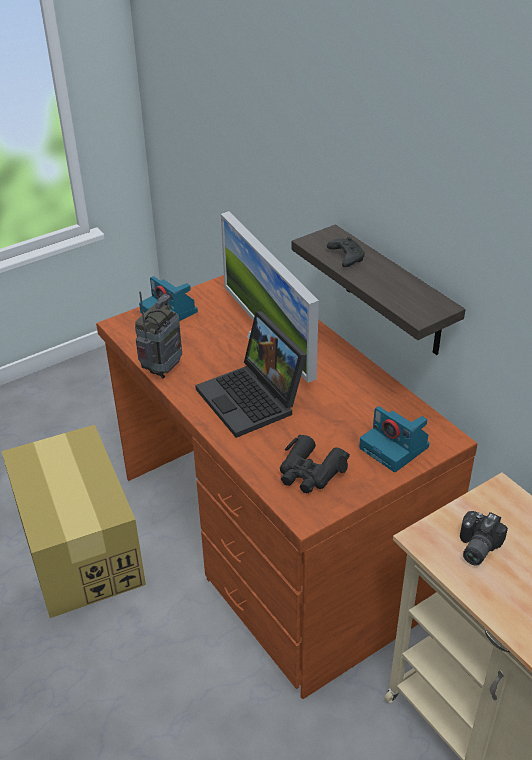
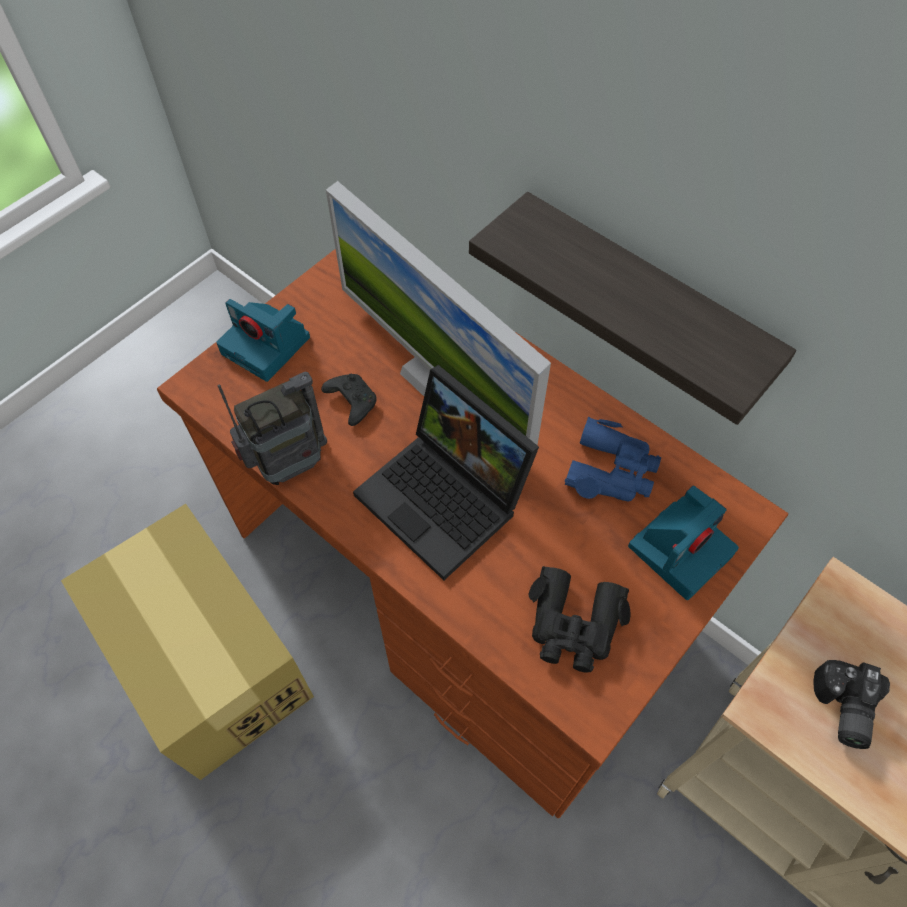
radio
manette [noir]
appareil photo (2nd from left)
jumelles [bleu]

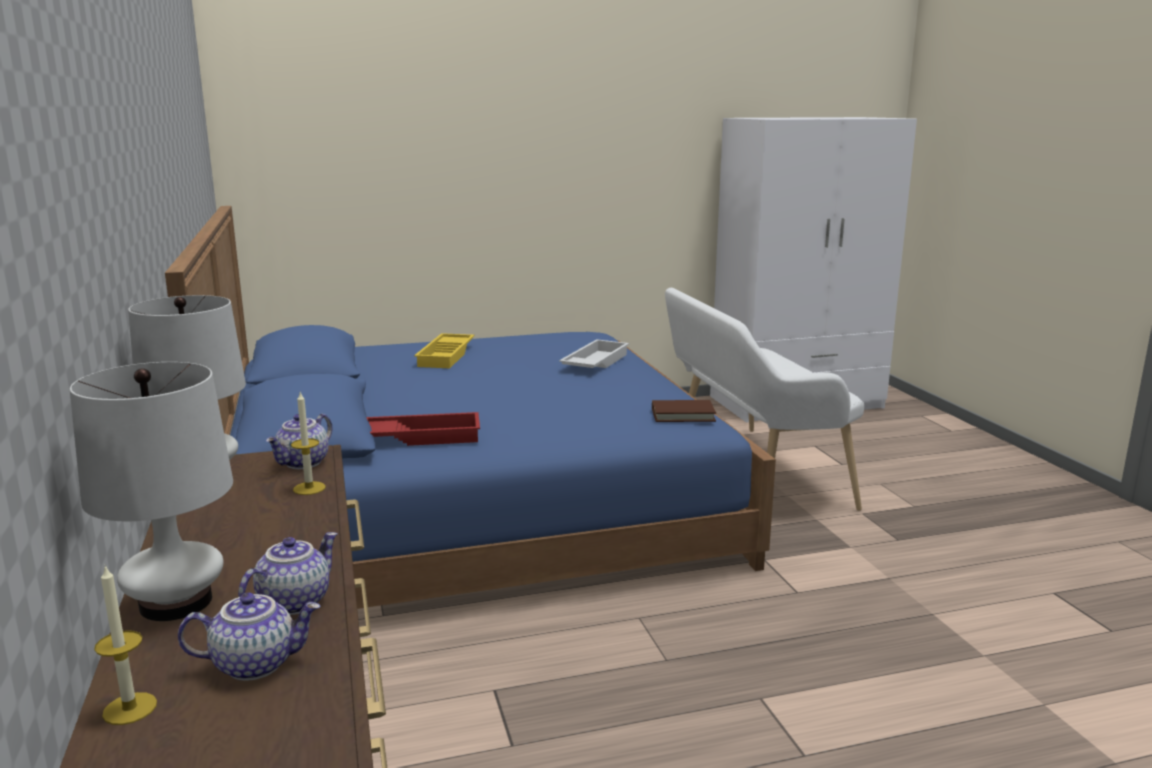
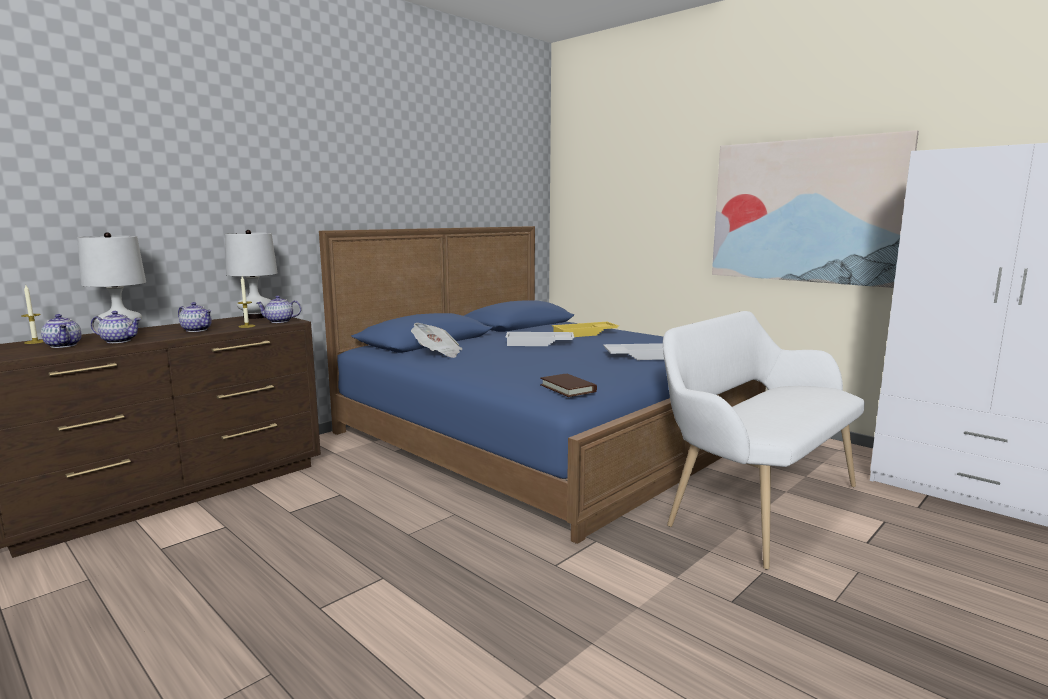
journal
théière (3rd from left)
plateau [blanc] (1st from left)
tableau

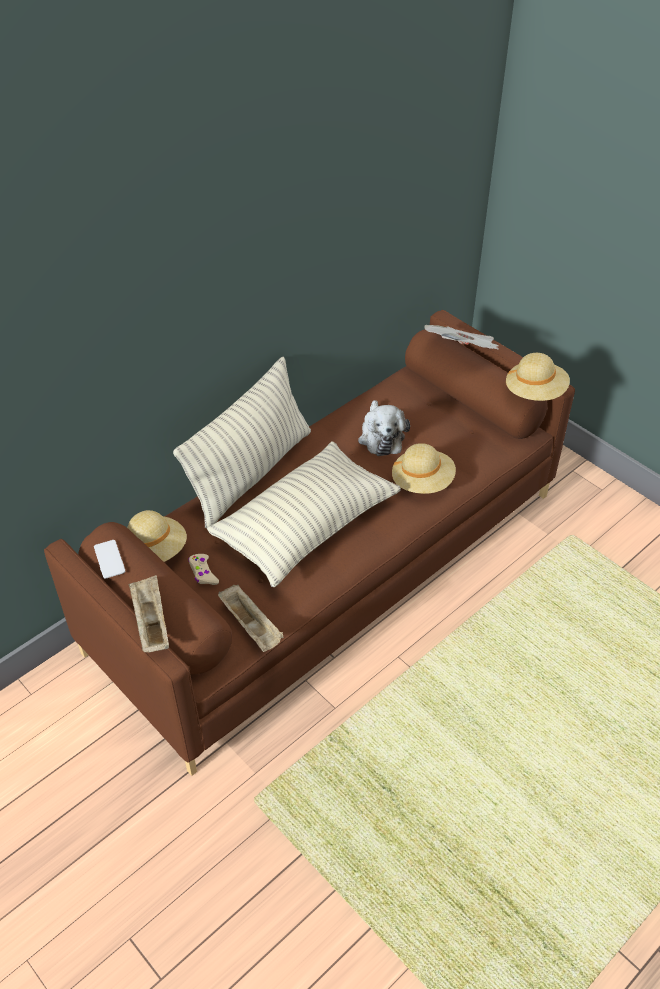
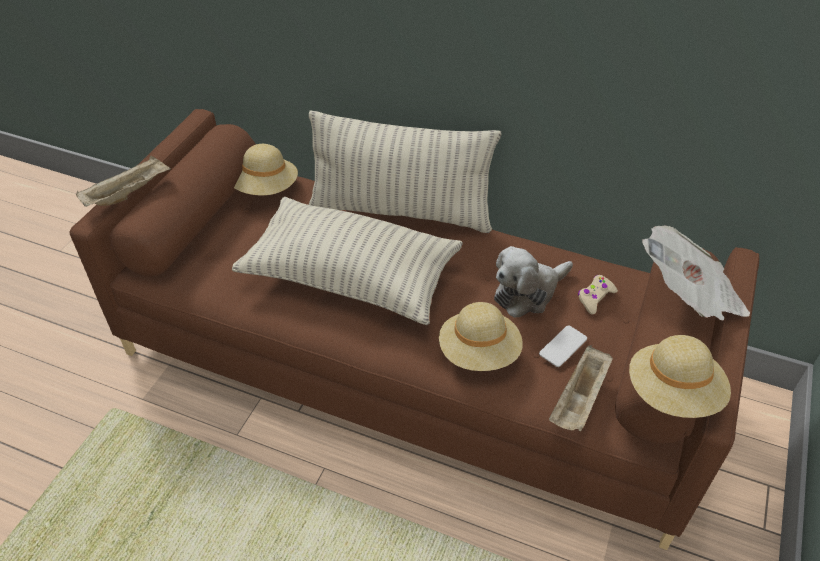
téléphone
manette [beige]
plateau [beige] (2nd from left)

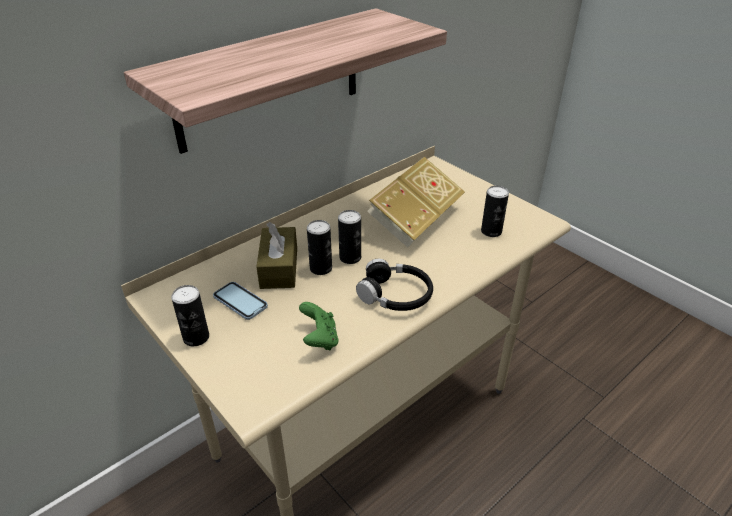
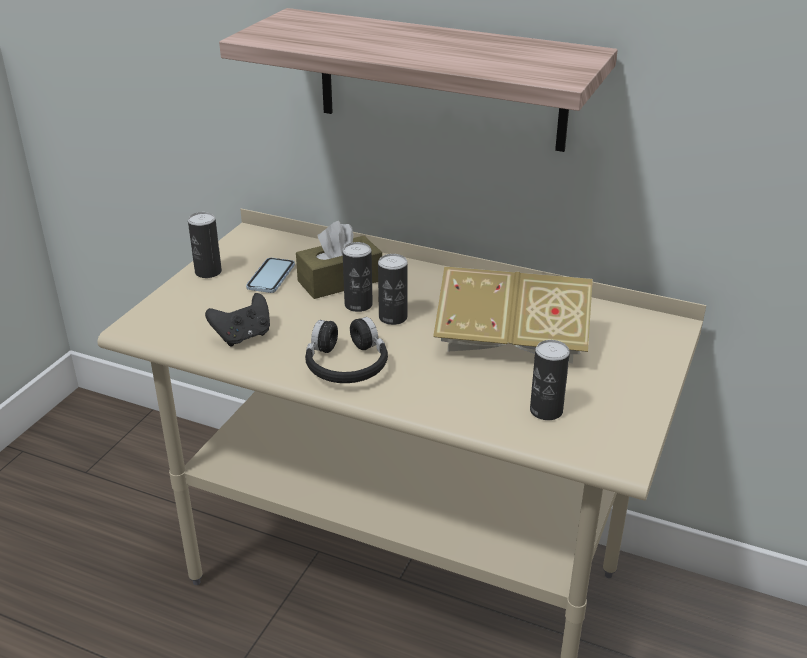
manette [noir]

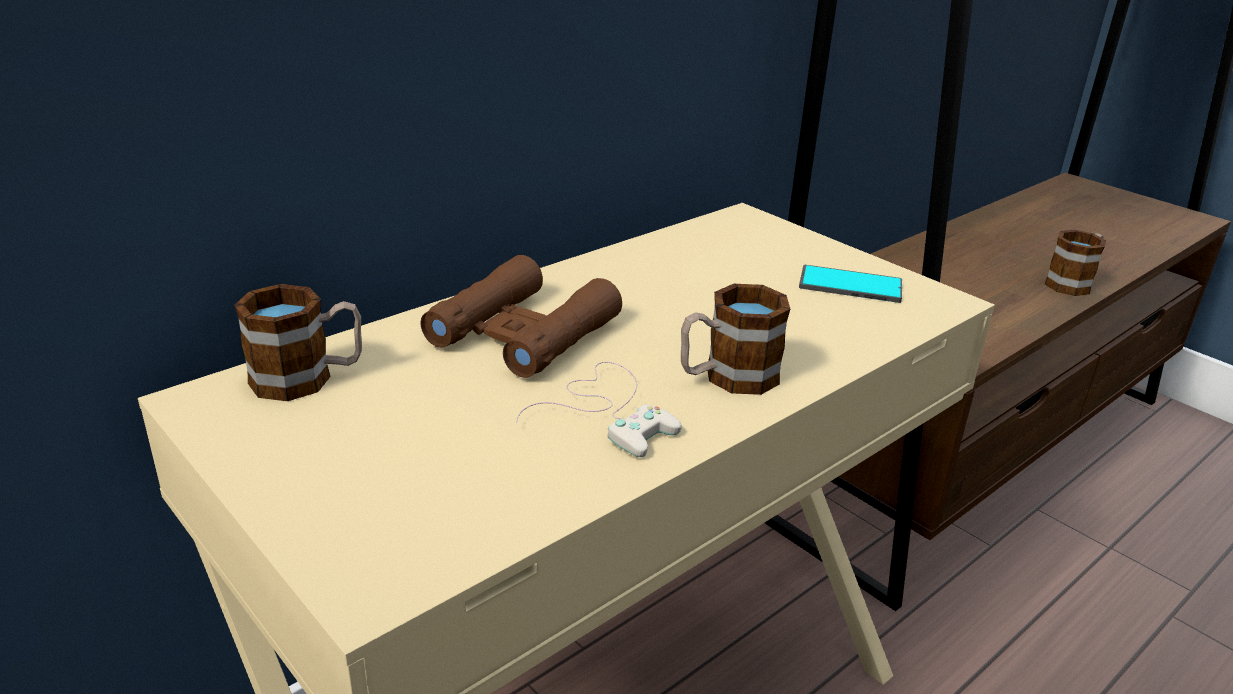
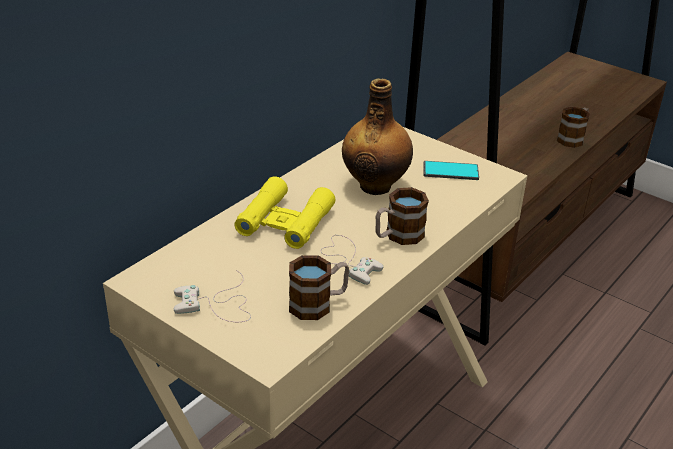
mug (1st from left)
jumelles [jaune]
manette [blanc] (1st from left)
bouteille

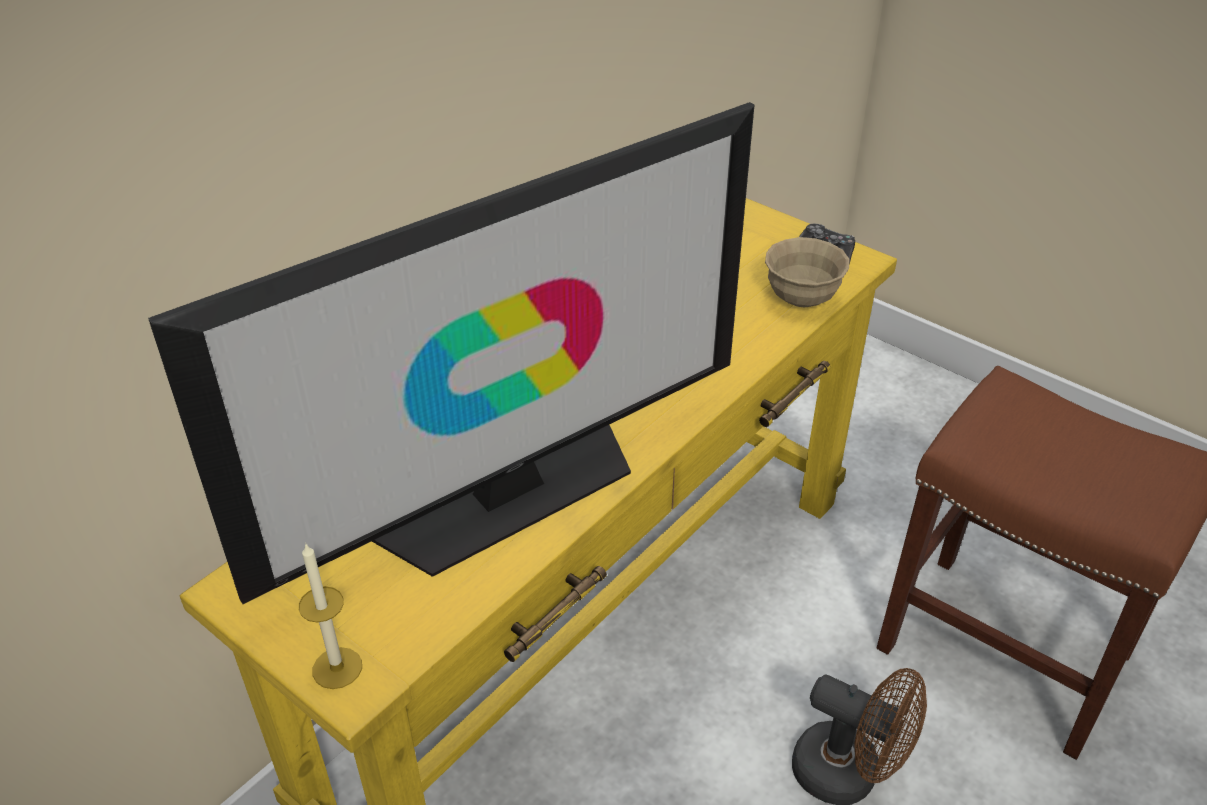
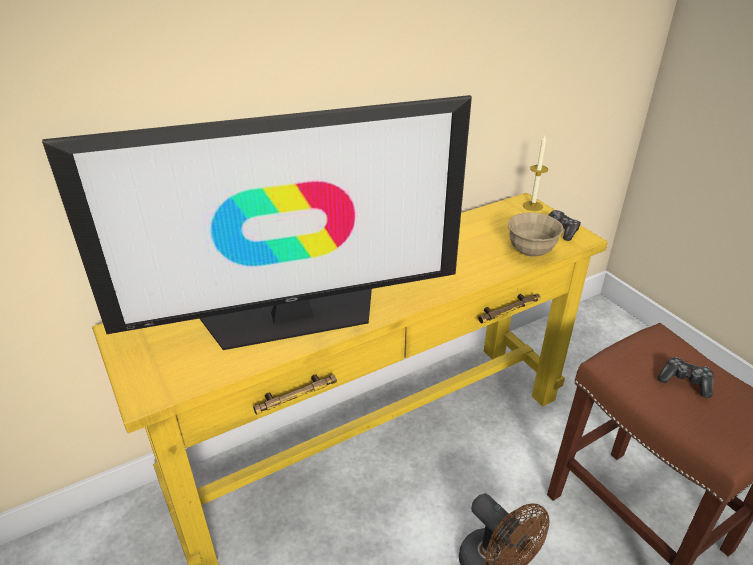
bougie
manette (2nd from left)

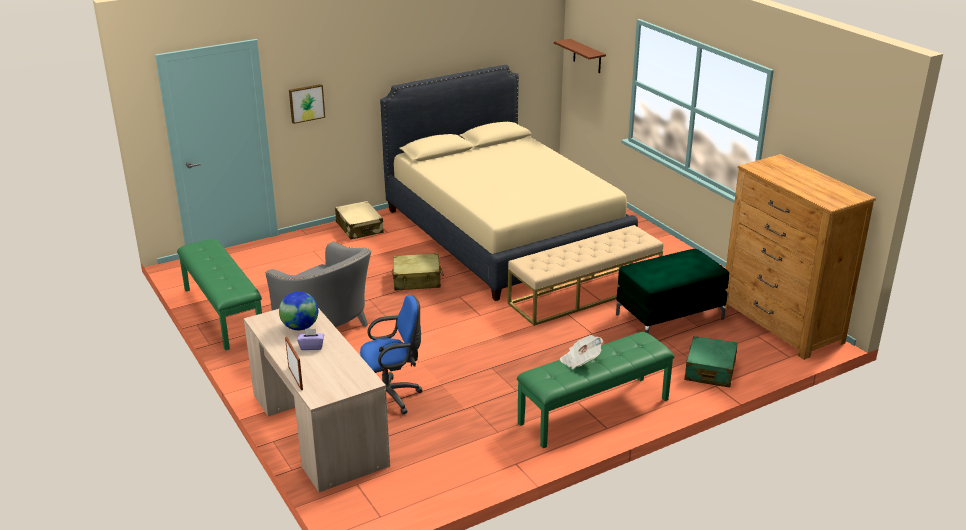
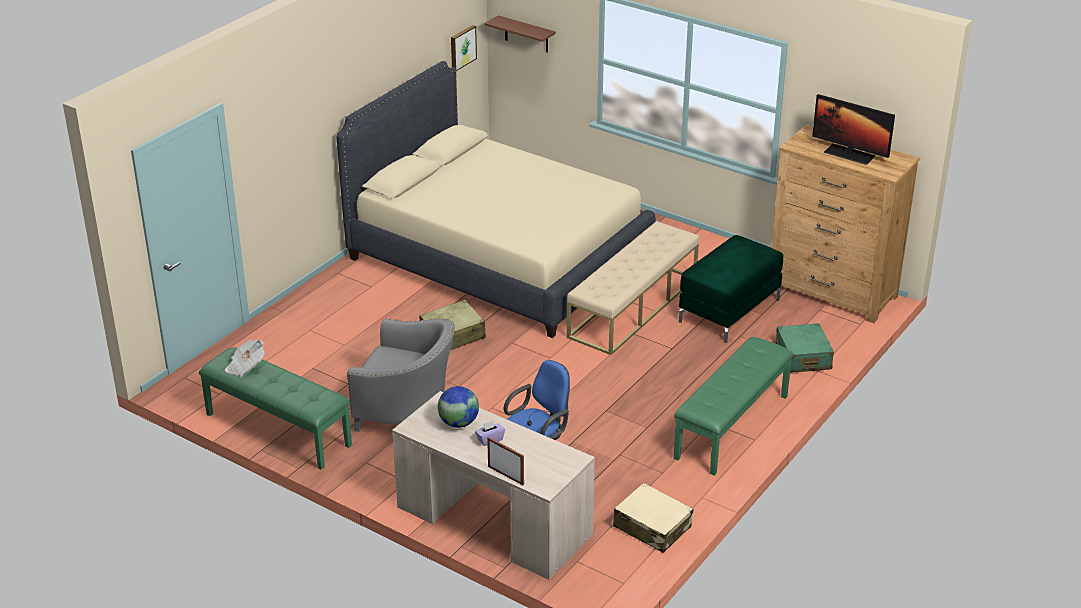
tableau
valise [beige] (2nd from left)
journal
écran d'ordinateur

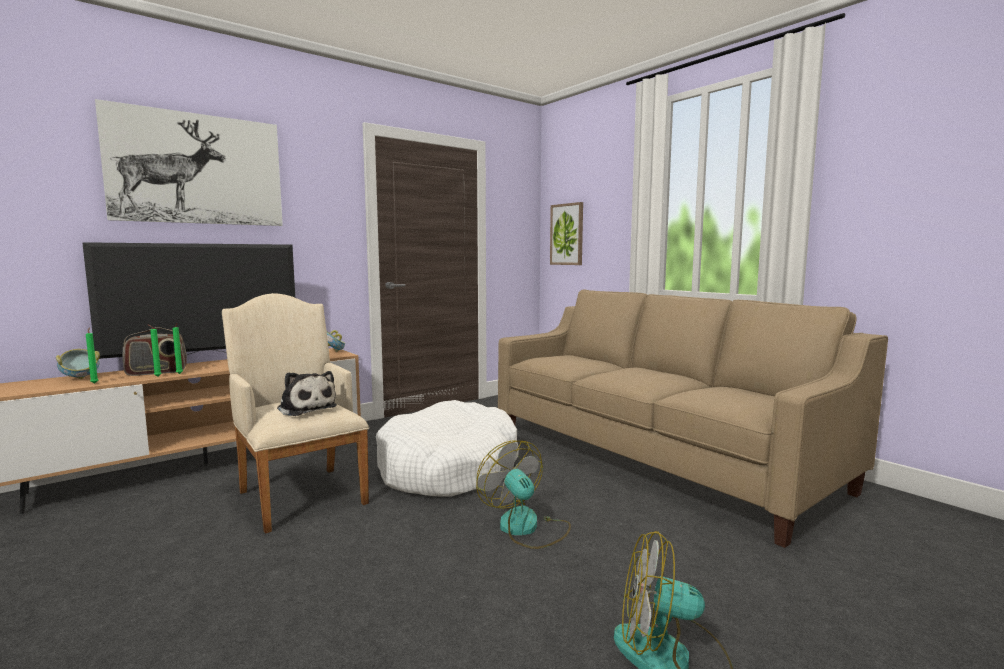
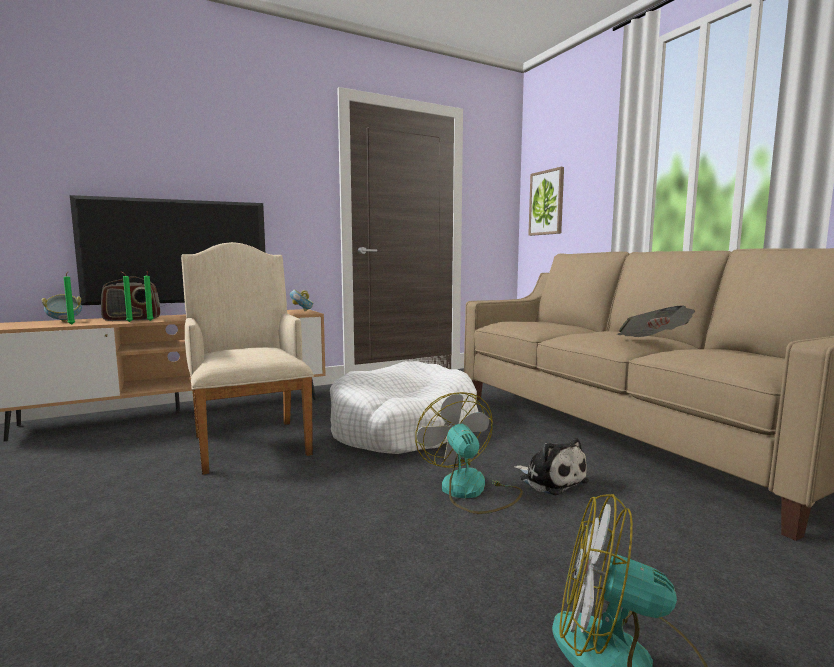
tableau (1st from left in the first image)
peluche
journal

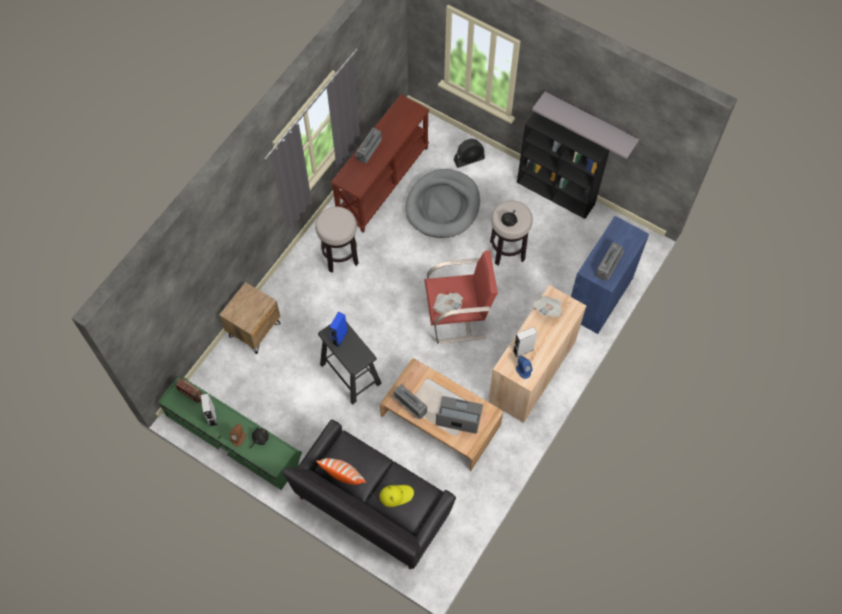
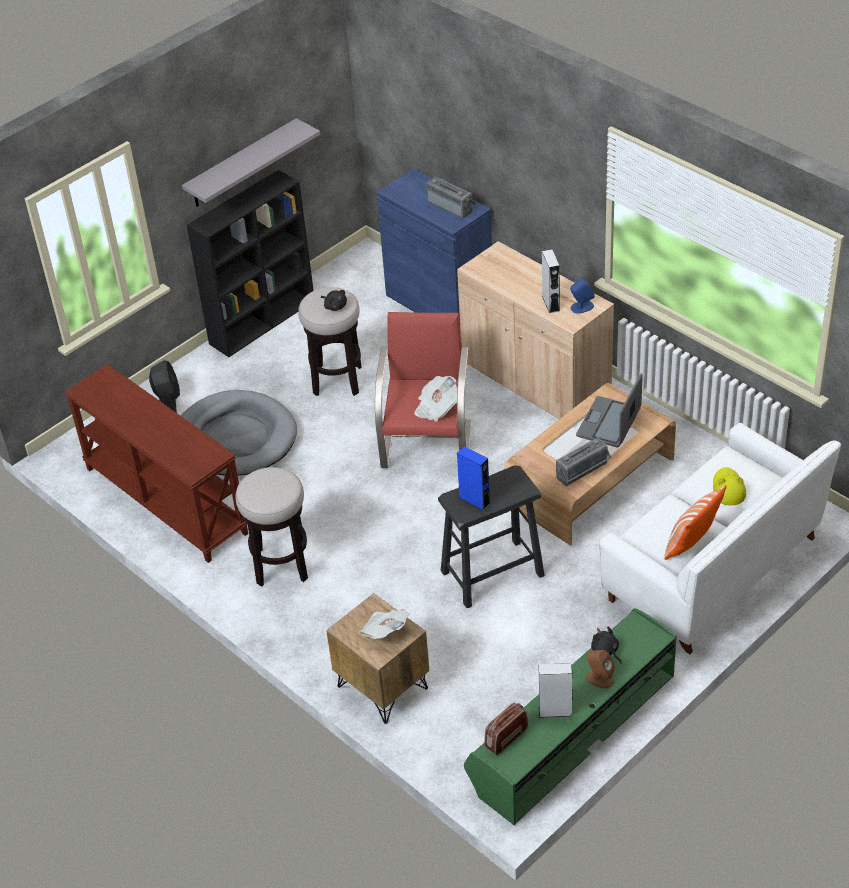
canapé [blanc]
radio (2nd from left in the first image)
journal (1st from left)

